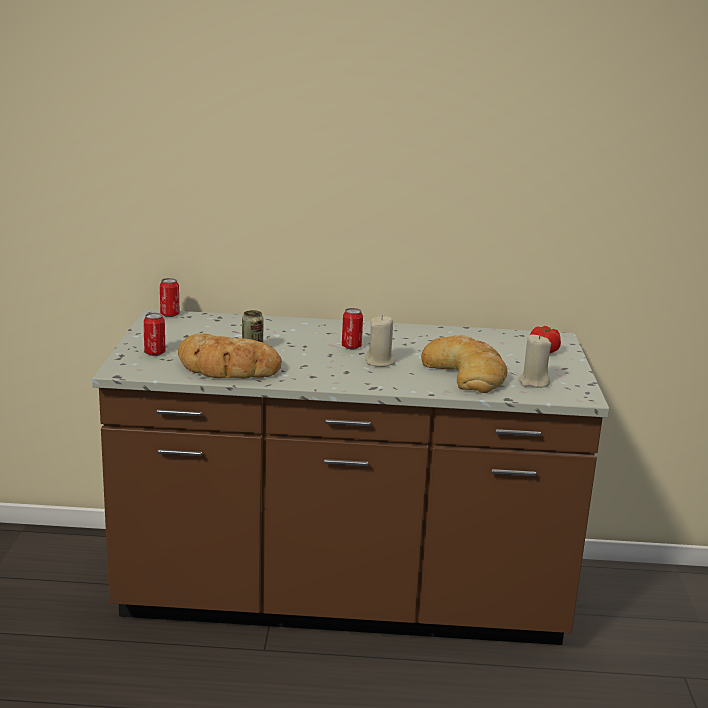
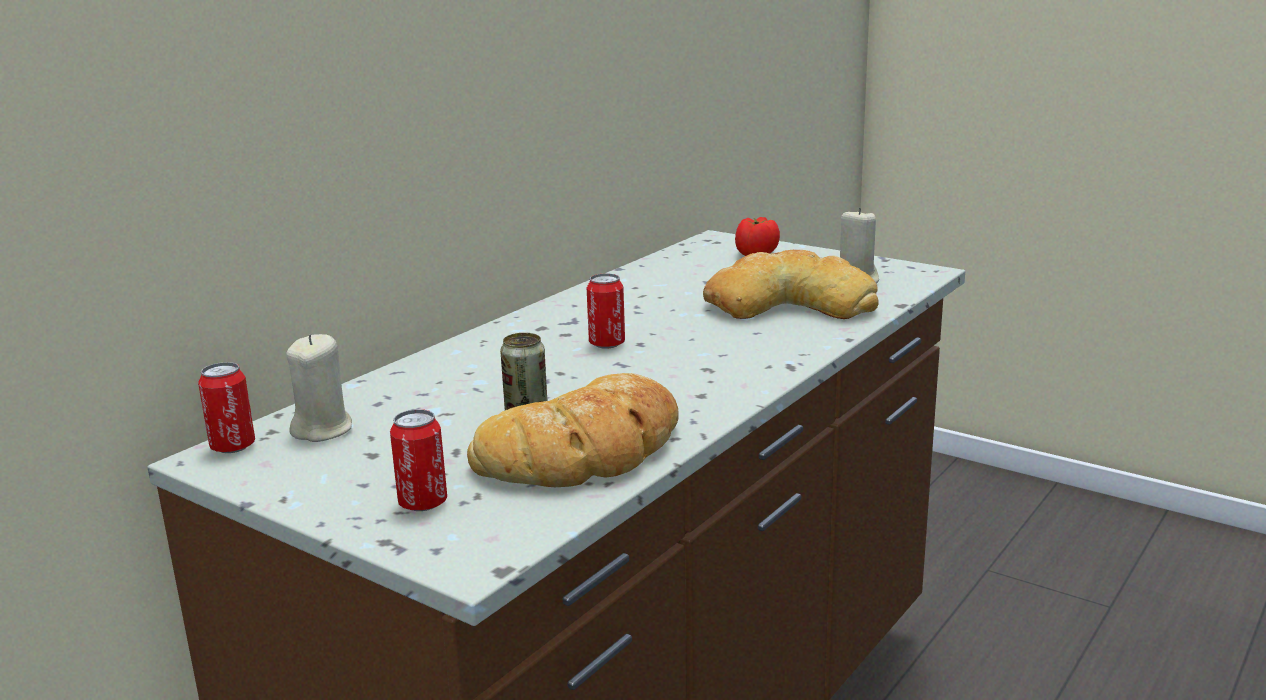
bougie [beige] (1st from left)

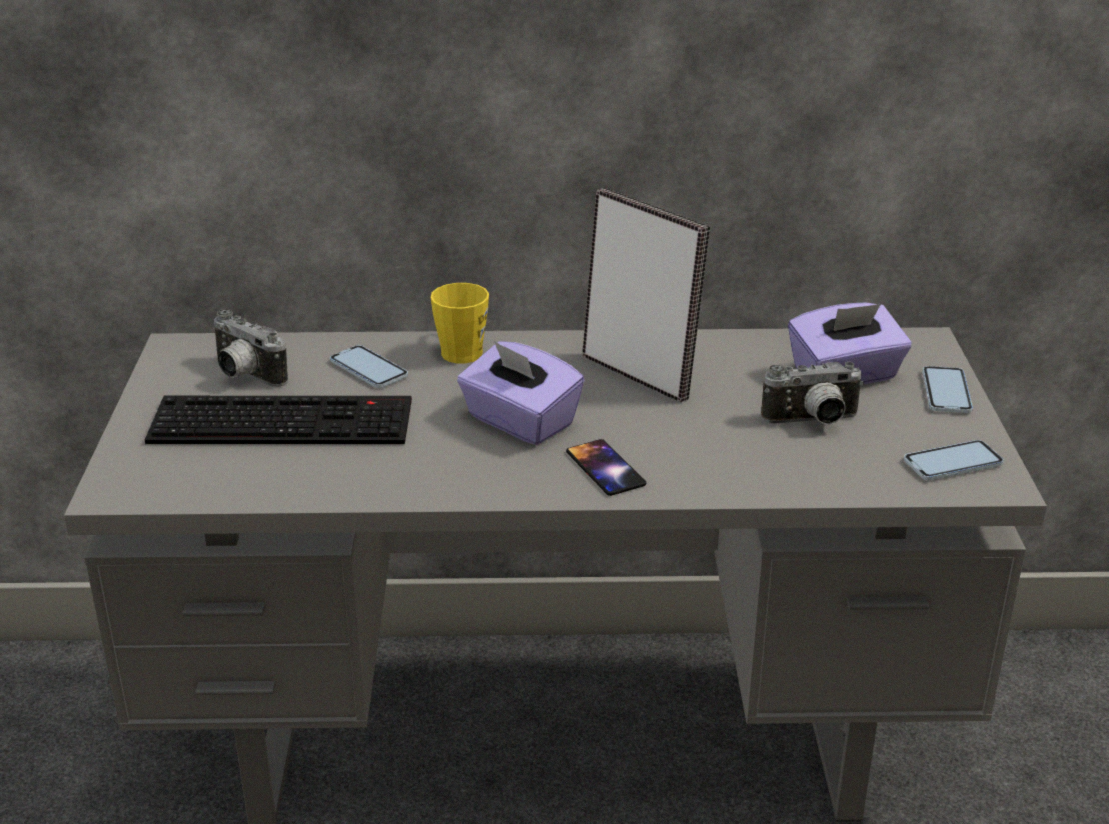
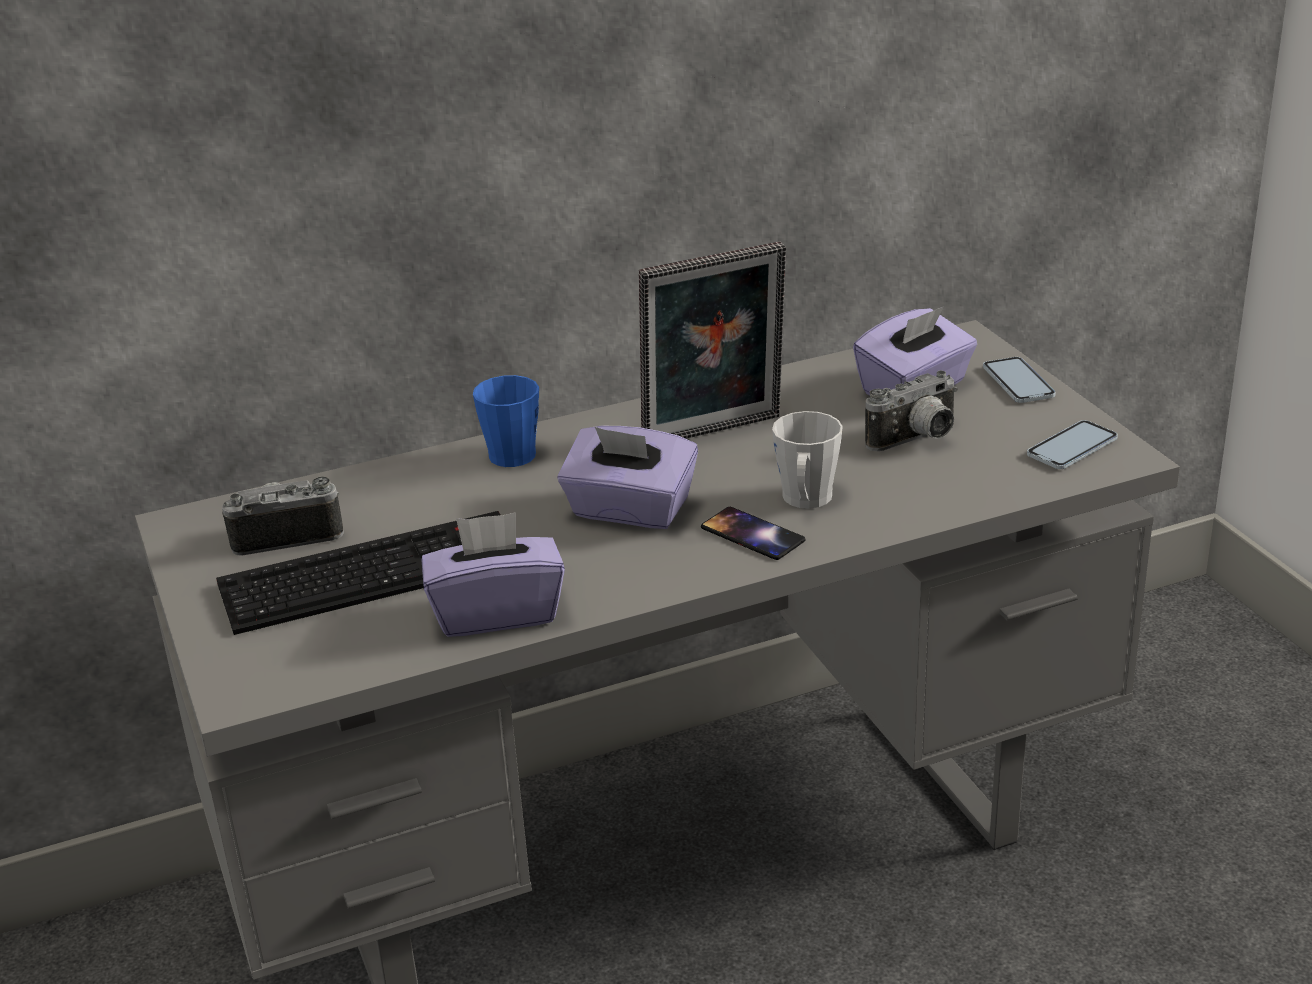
appareil photo (1st from left)
téléphone (1st from left in the first image)
mug [bleu]
cadre photo
boîte à mouchoirs [violet] (1st from left)
mug [gris]

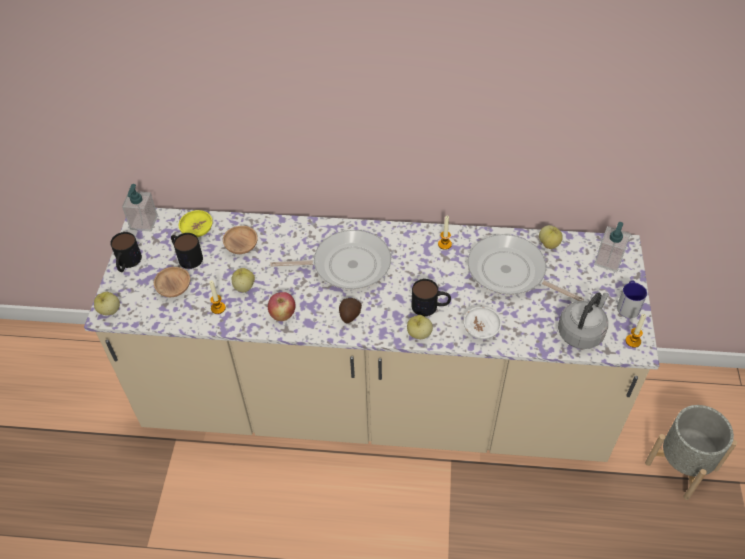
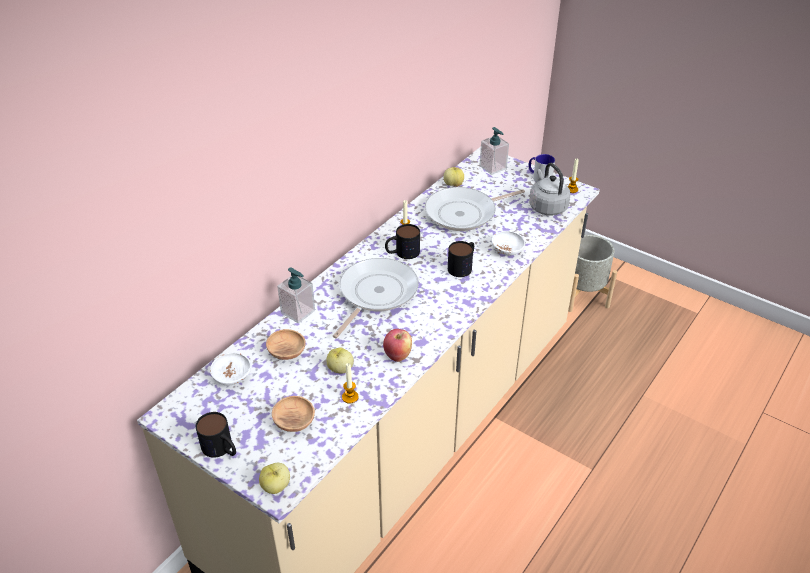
distributeur de savon (1st from left)
mug (2nd from left)
bol [blanc] (1st from left)
pomme de terre
pomme (4th from left in the first image)

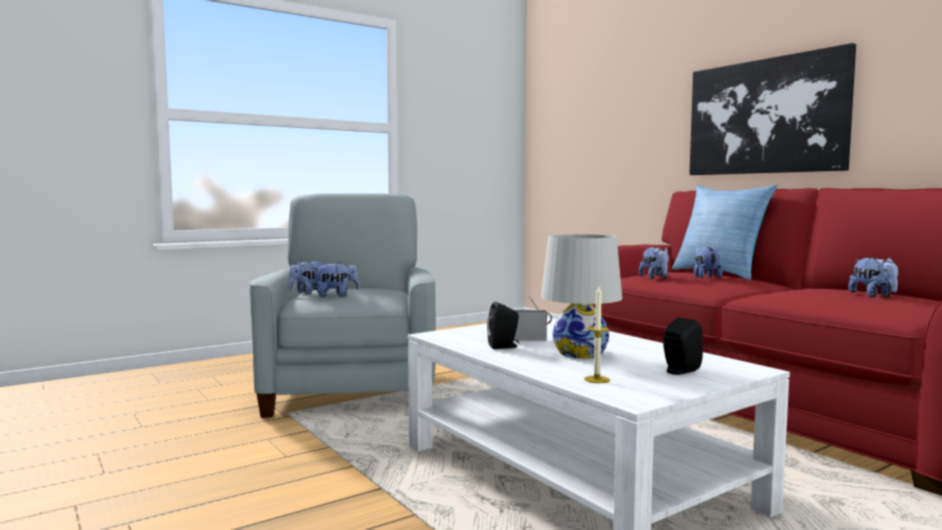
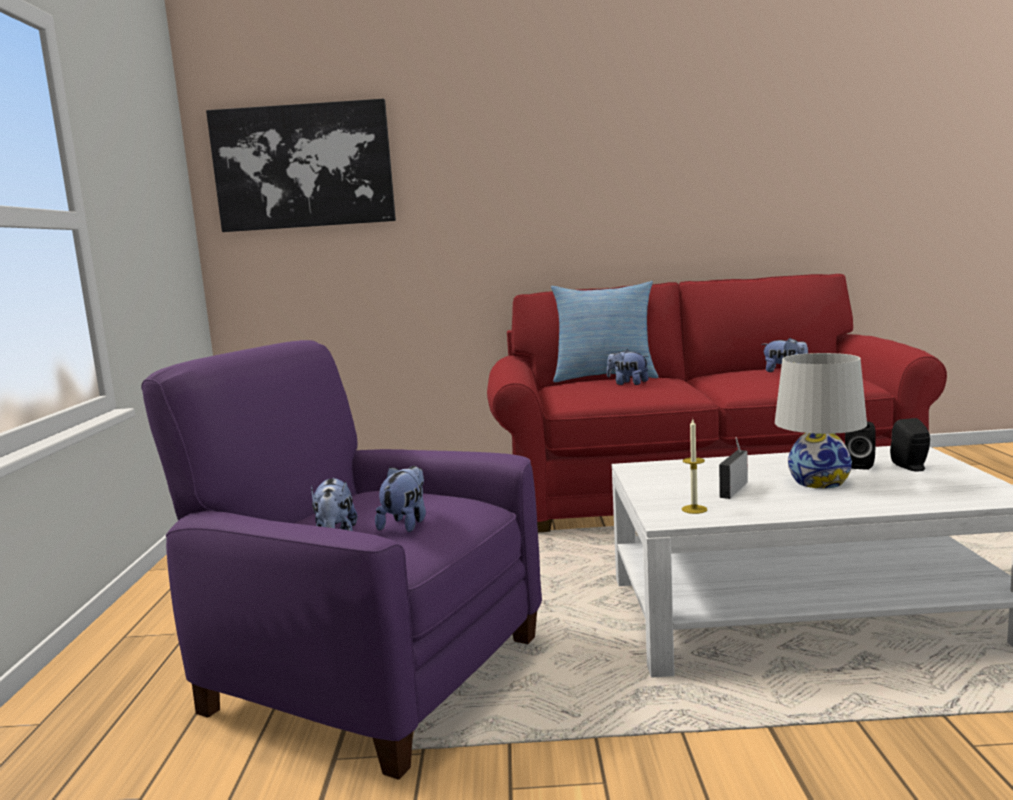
fauteuil [violet]
enceinte [noir] (1st from left)
bougie
peluche (3rd from left in the first image)
tableau

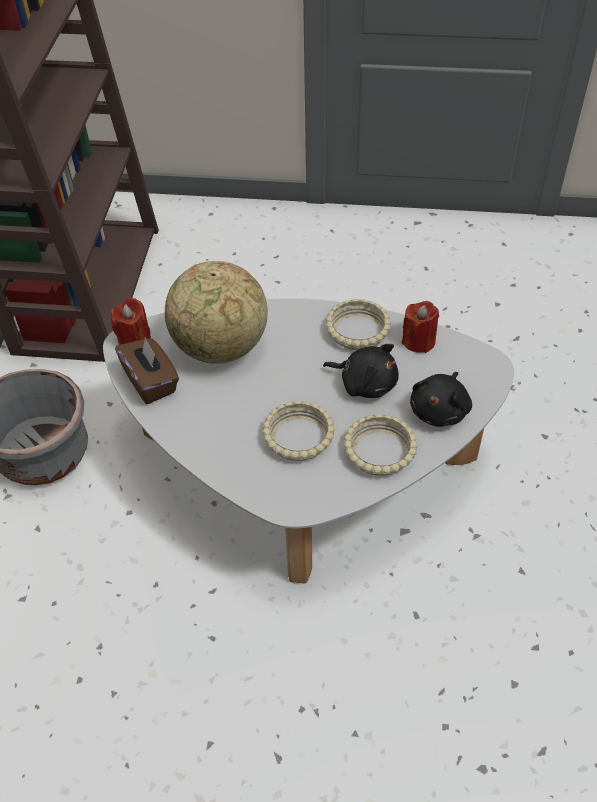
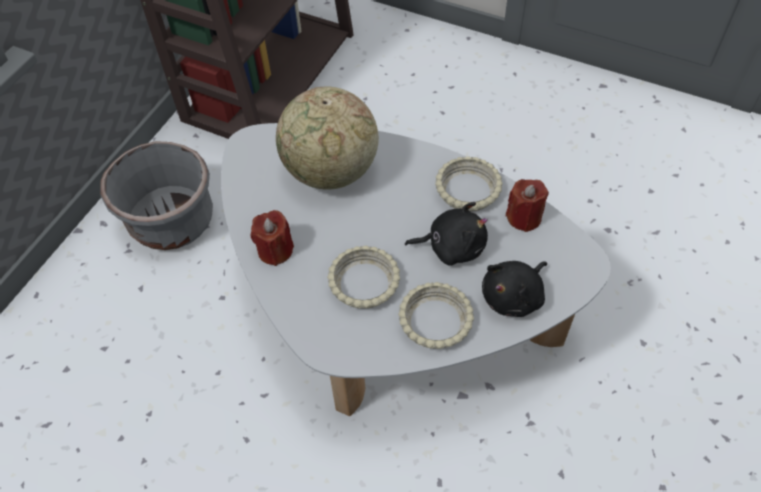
bougie [rouge] (1st from left)
boîte à mouchoirs [marron]
peluche [noir] (1st from left)

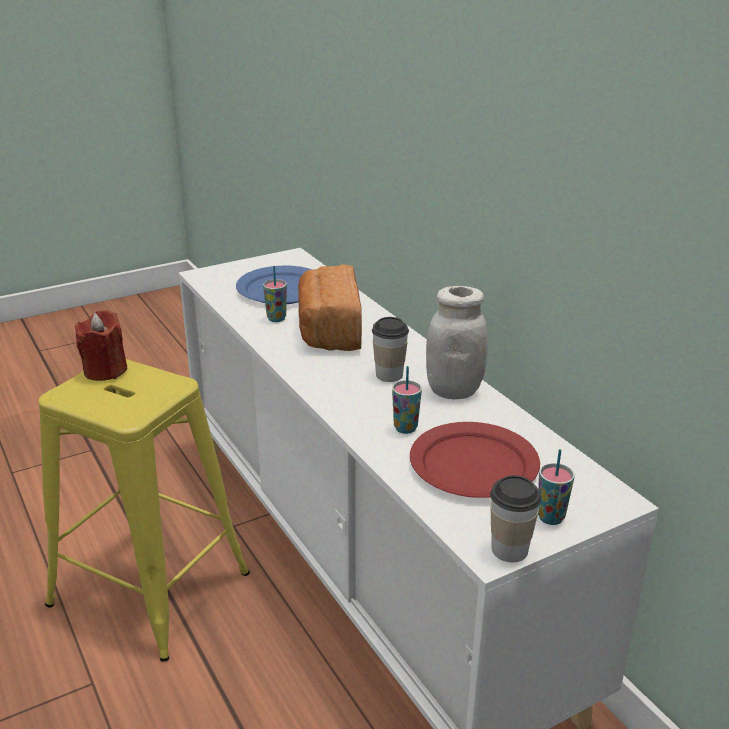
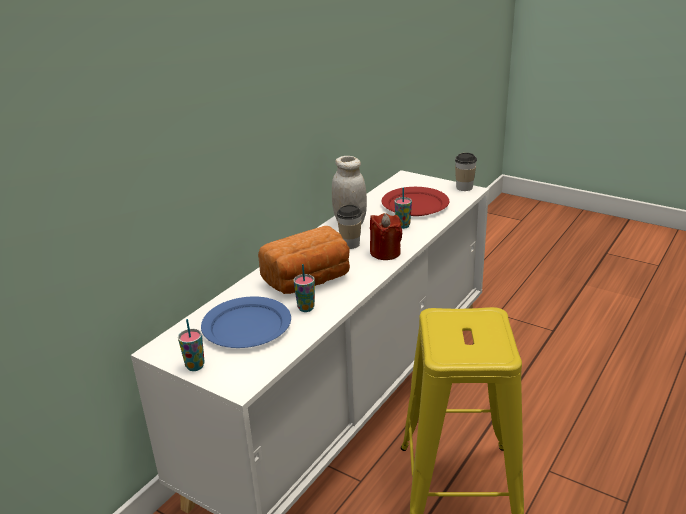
bougie [rouge]
tasse (1st from left)

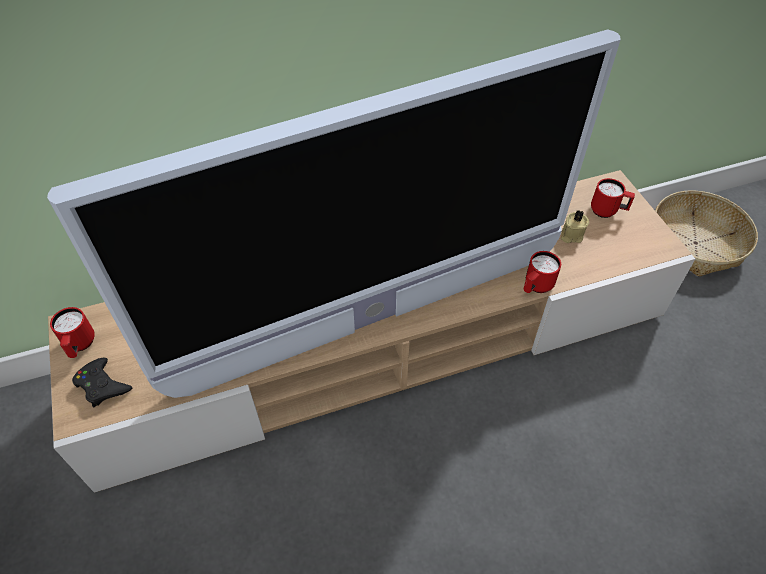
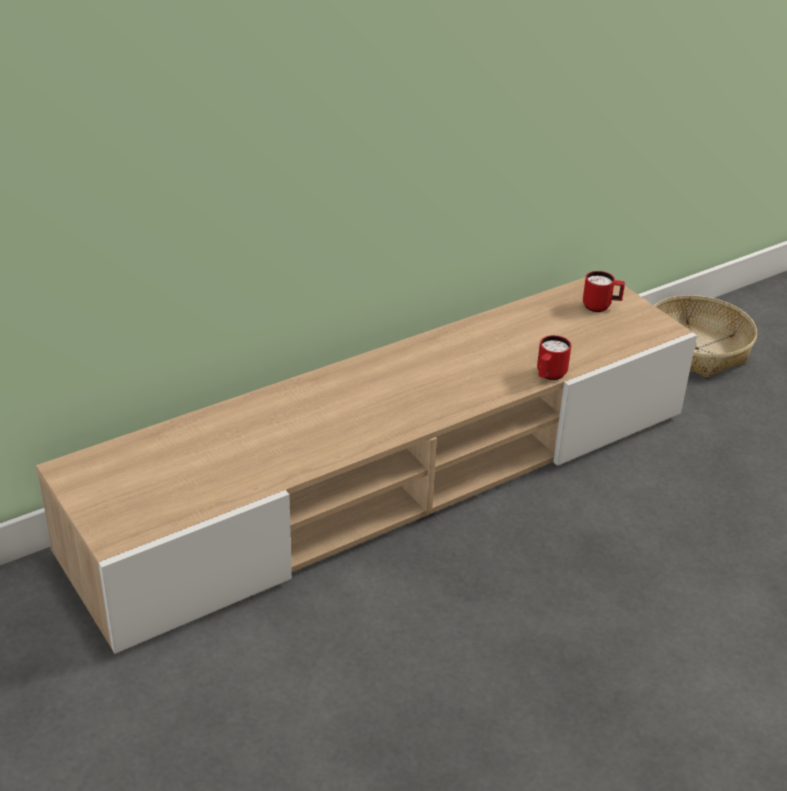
téléviseur
mug [rouge] (1st from left in the first image)
manette [noir]
bougie [beige]

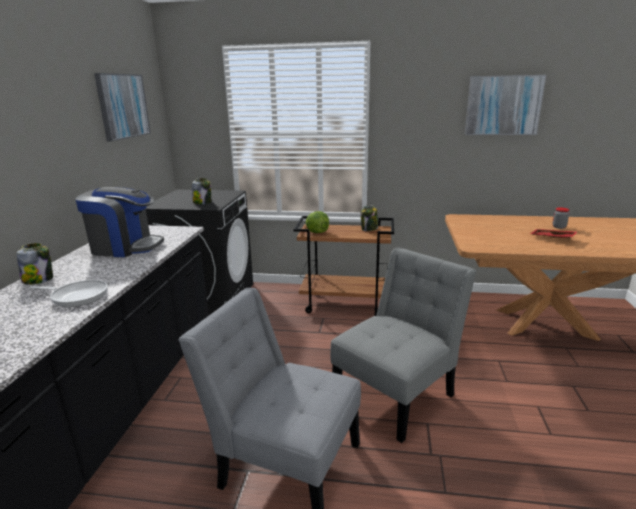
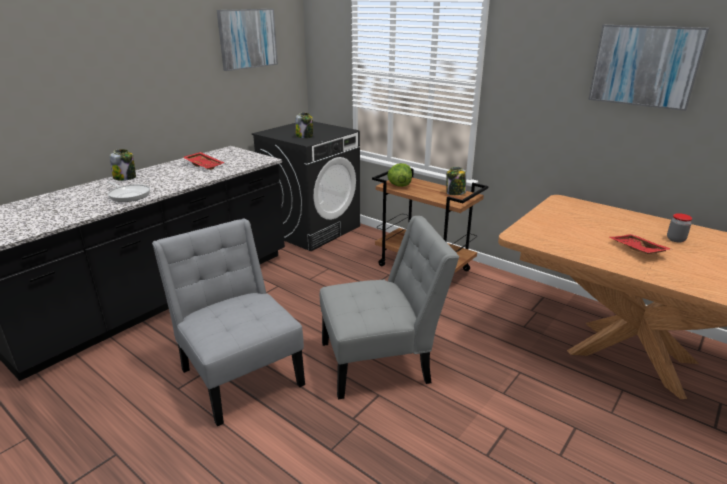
plateau [rouge] (1st from left)

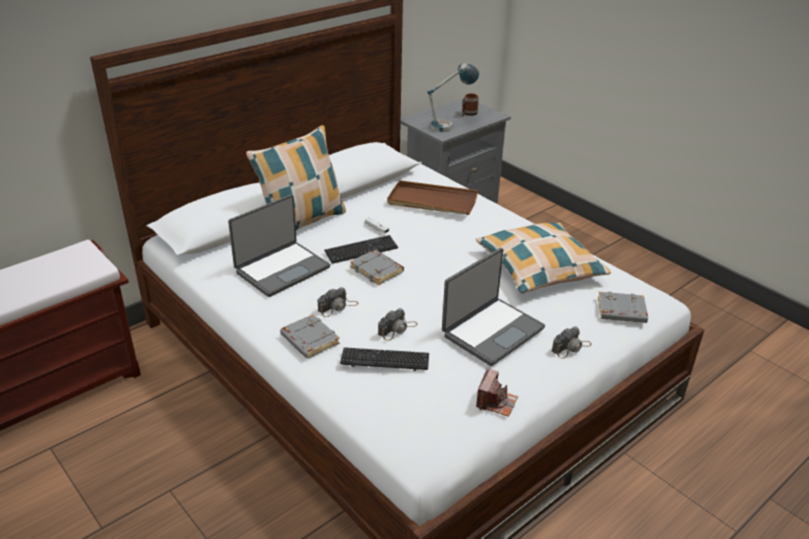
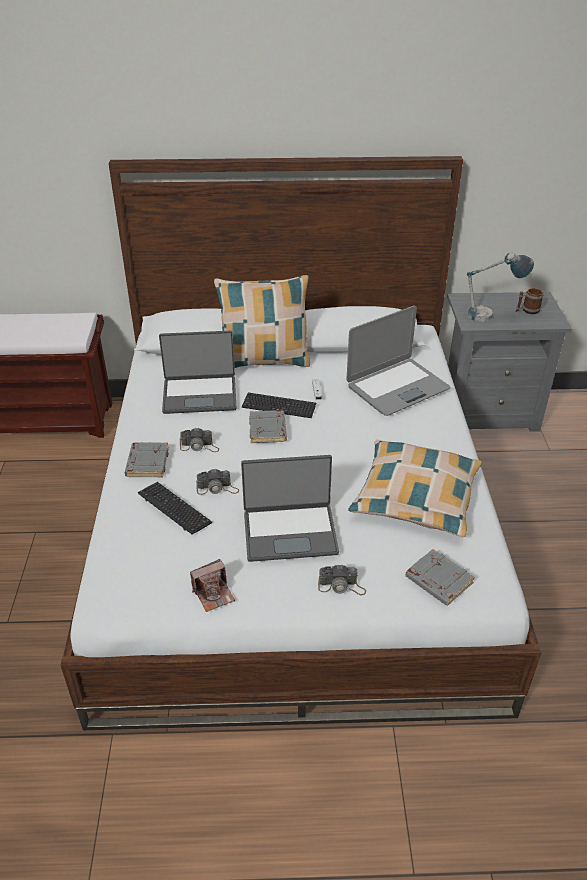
ordinateur portable (3rd from left)

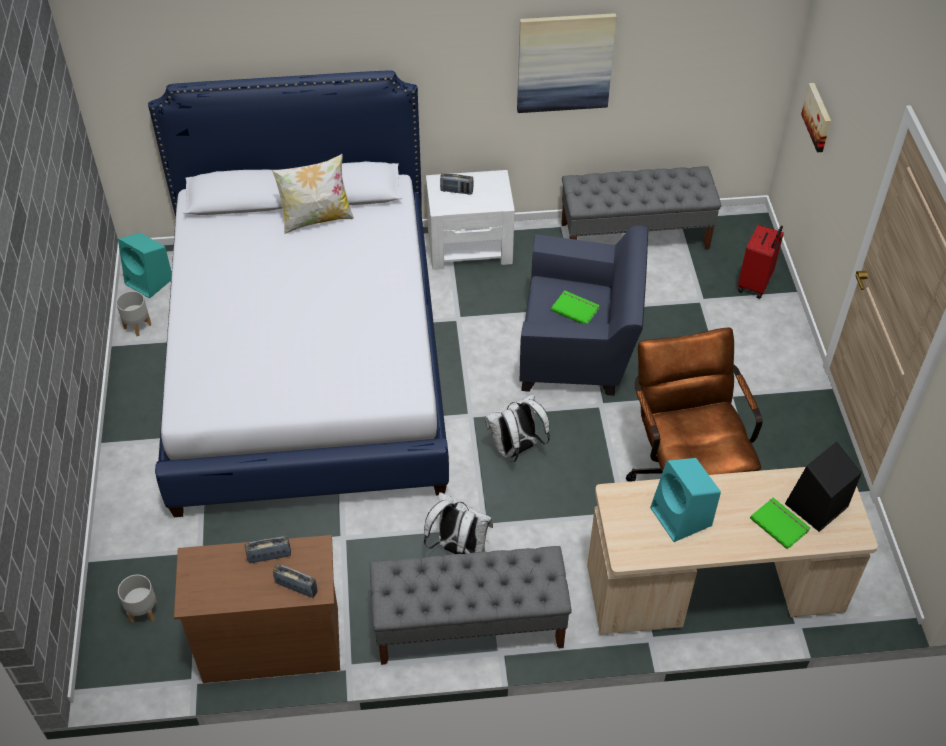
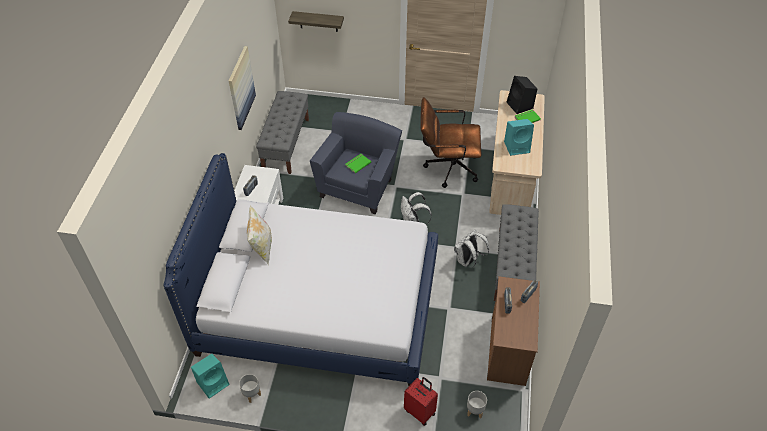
valise [rouge]
étagère

